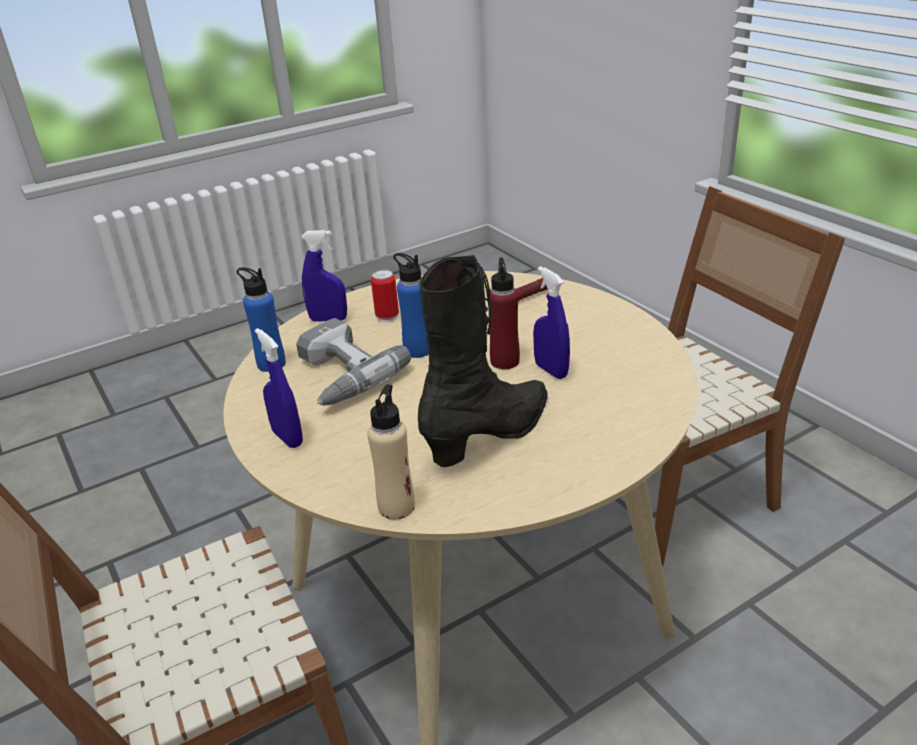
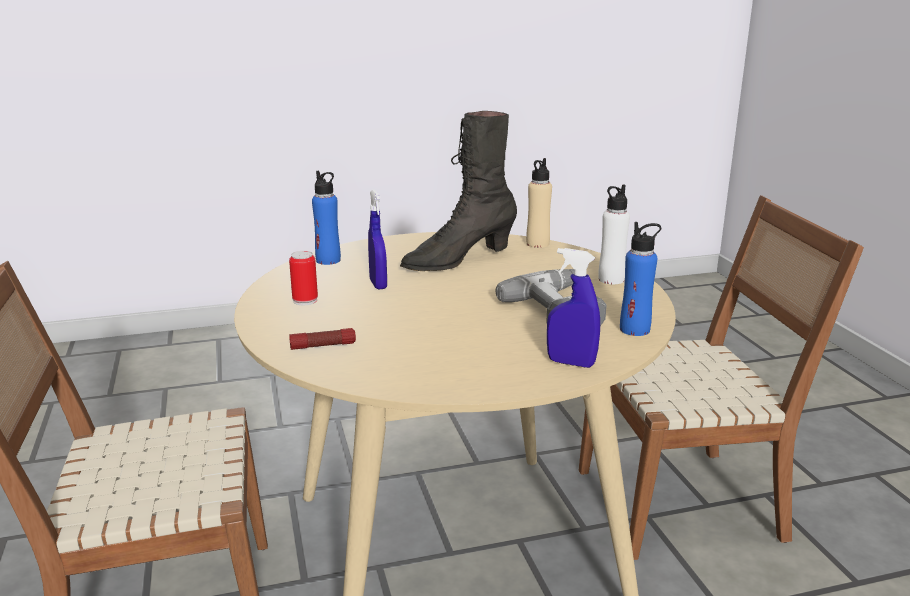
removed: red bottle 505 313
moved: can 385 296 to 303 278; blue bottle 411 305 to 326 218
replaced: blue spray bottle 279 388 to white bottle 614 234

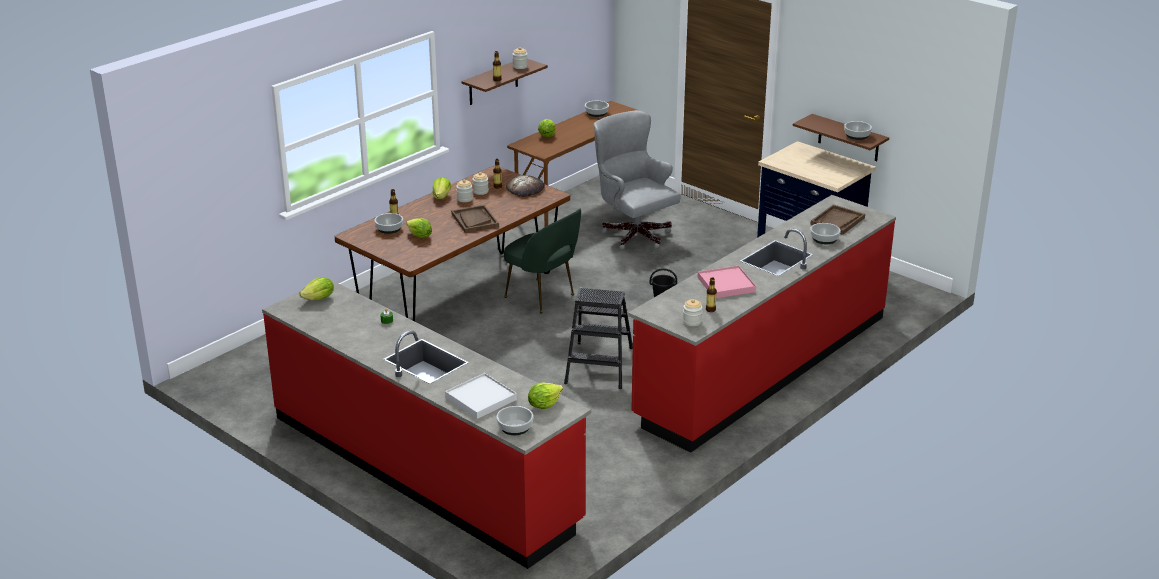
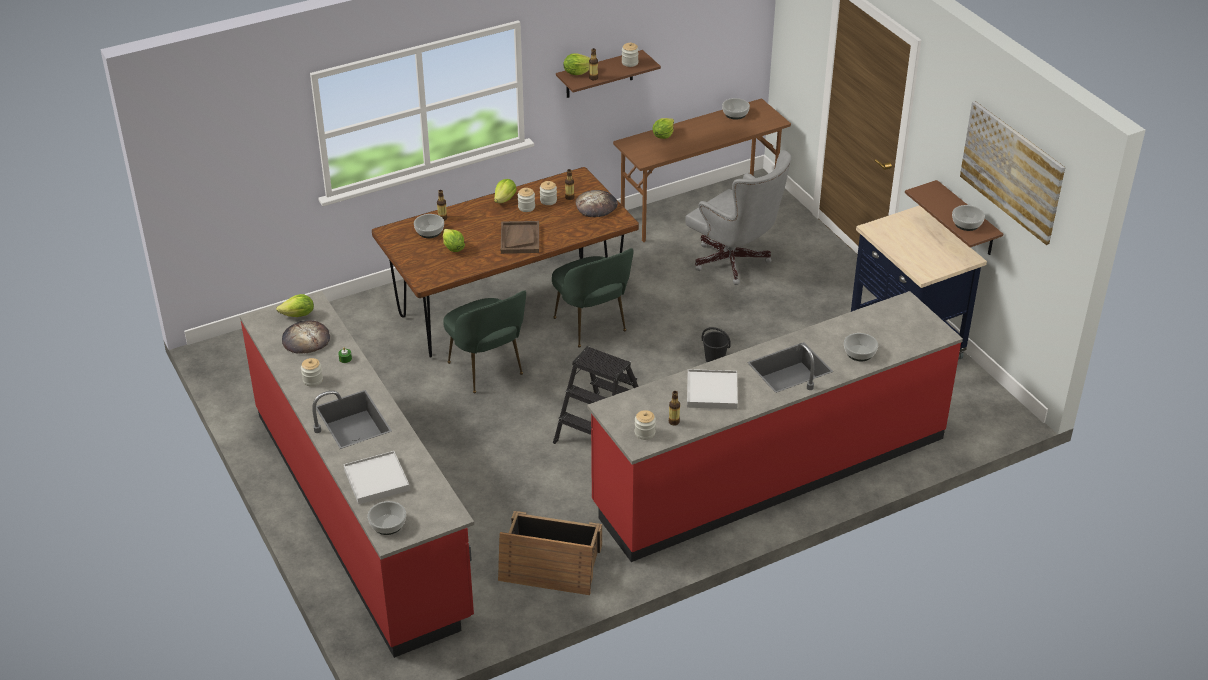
removed: brown tray 837 219
added: bread 306 337; jar 312 372; green chair 484 341; crate 550 553; picture 1012 173
moved: lettuce 545 395 to 576 64
recoloured: pink tray 727 282 to white tray 712 389
turned: grey office chair 637 180 = 738 217 150 degrees clockwise

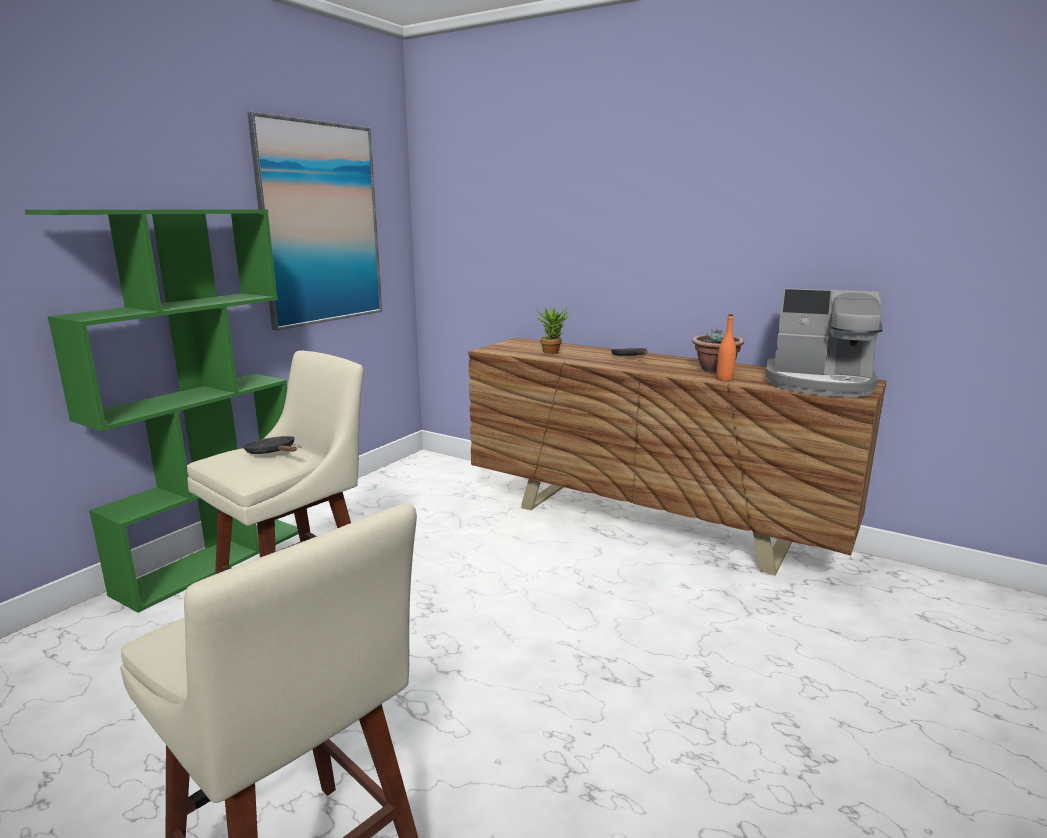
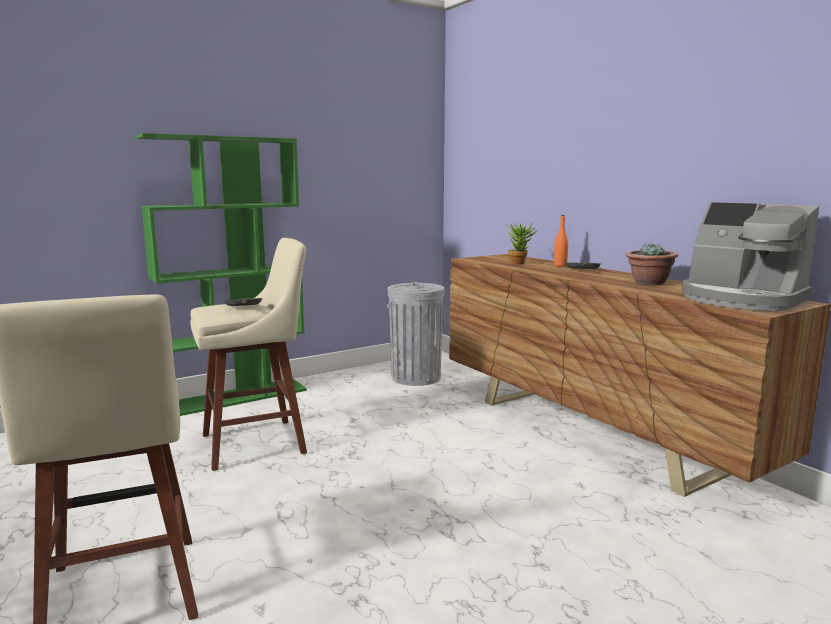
removed: picture 315 221
added: grey trash can 416 334
moved: orange bottle 726 347 to 561 241

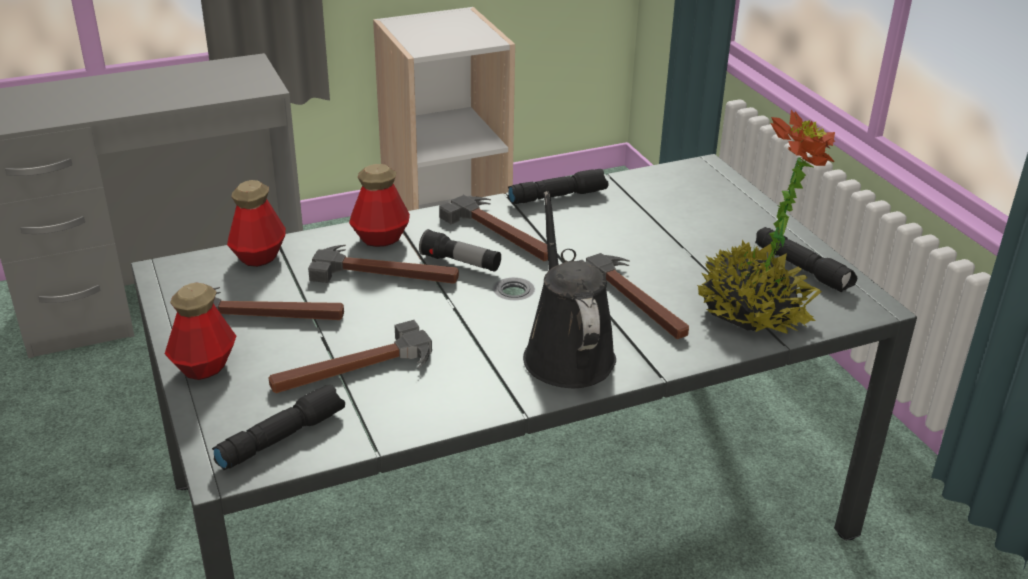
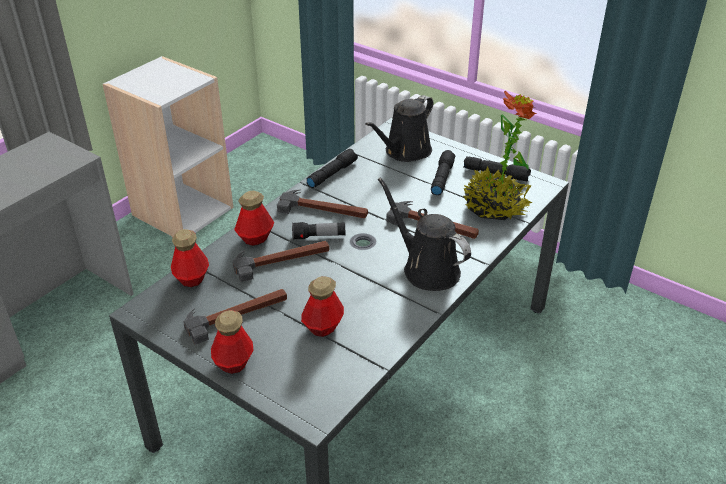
added: black watering can 399 128
moved: black flashlight 278 427 to 443 172
replaced: hammer 350 356 to bottle 322 306

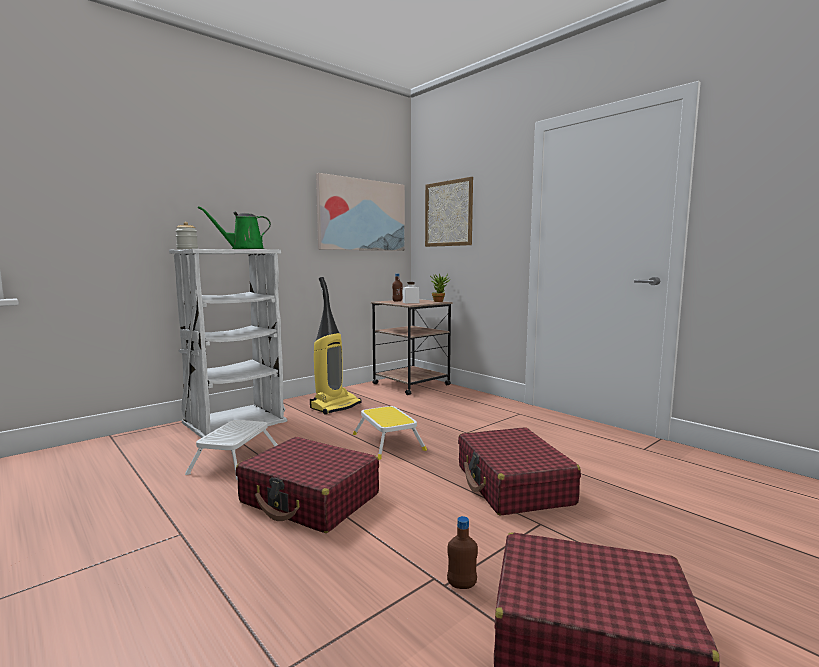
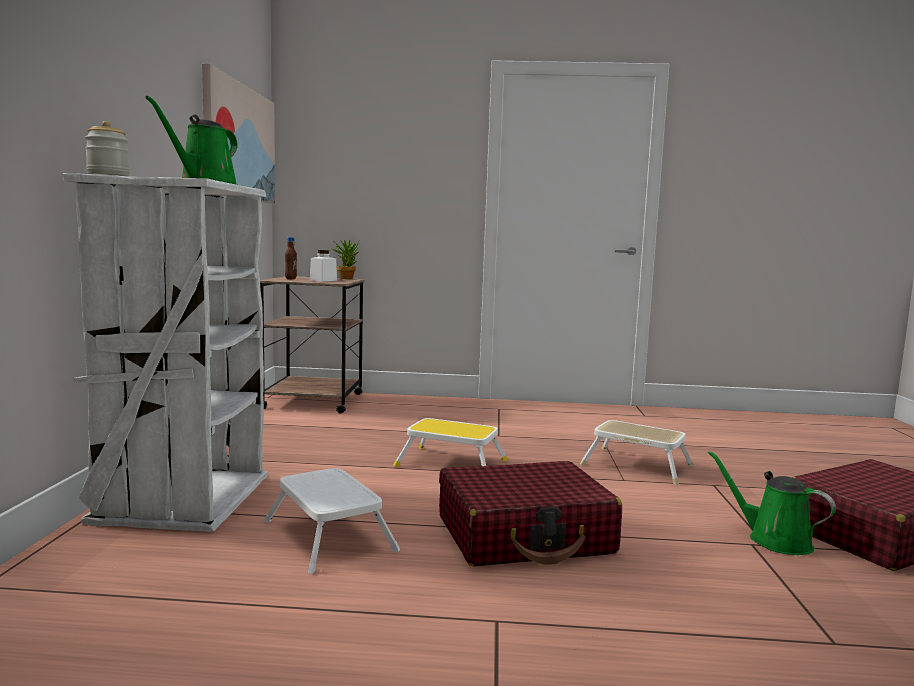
removed: vacuum cleaner 336 346; picture 449 212
replaced: brown bottle 462 552 to green watering can 772 503; red suitcase 519 471 to beige step ladder 637 452

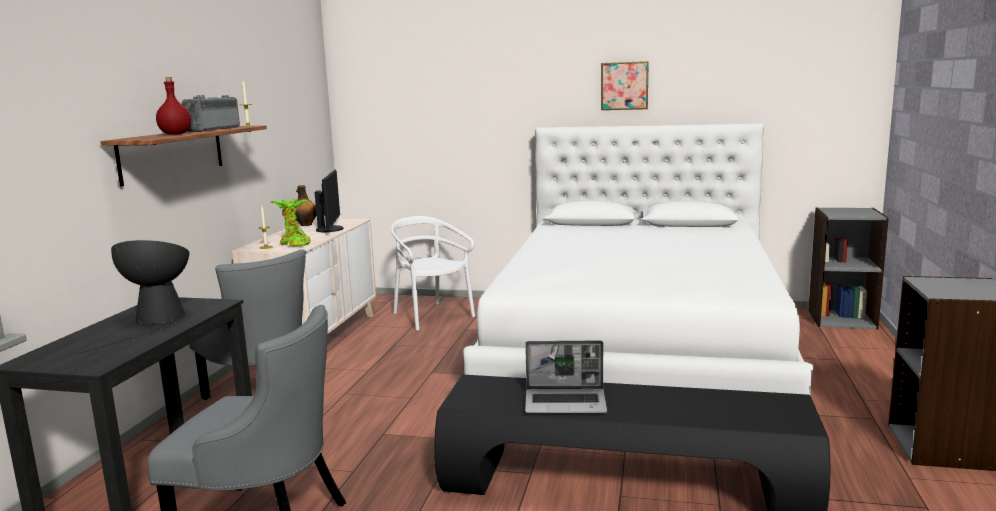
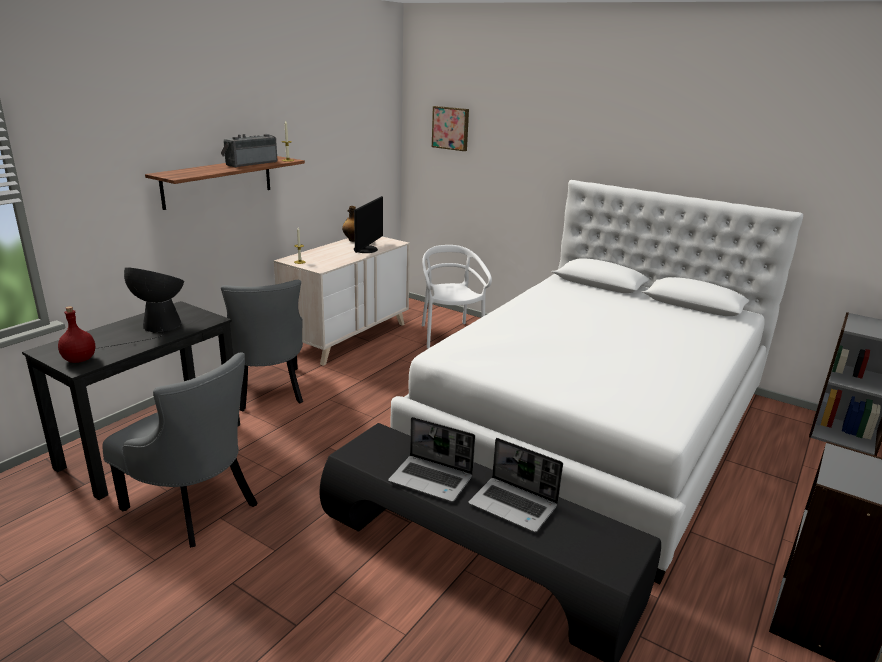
removed: potted plant 291 222
added: laptop 515 485
moved: red bottle 174 106 to 76 334; picture 625 85 to 450 128

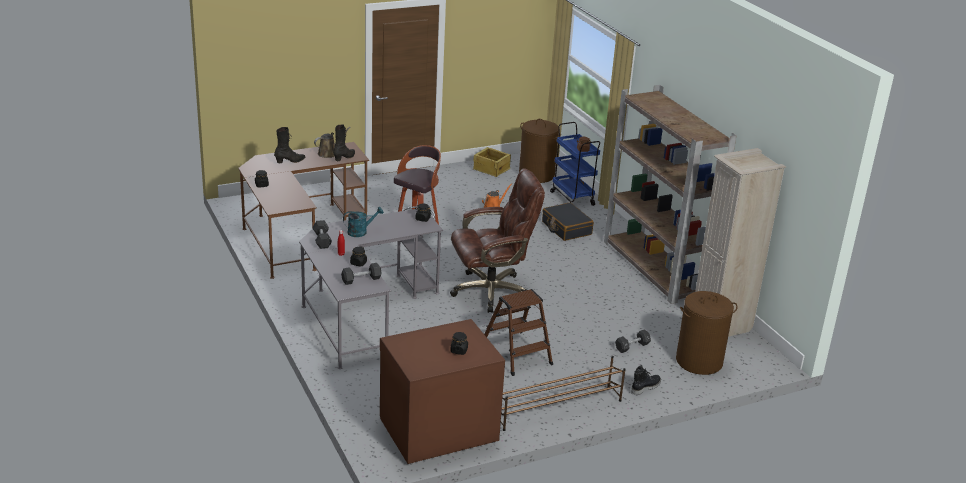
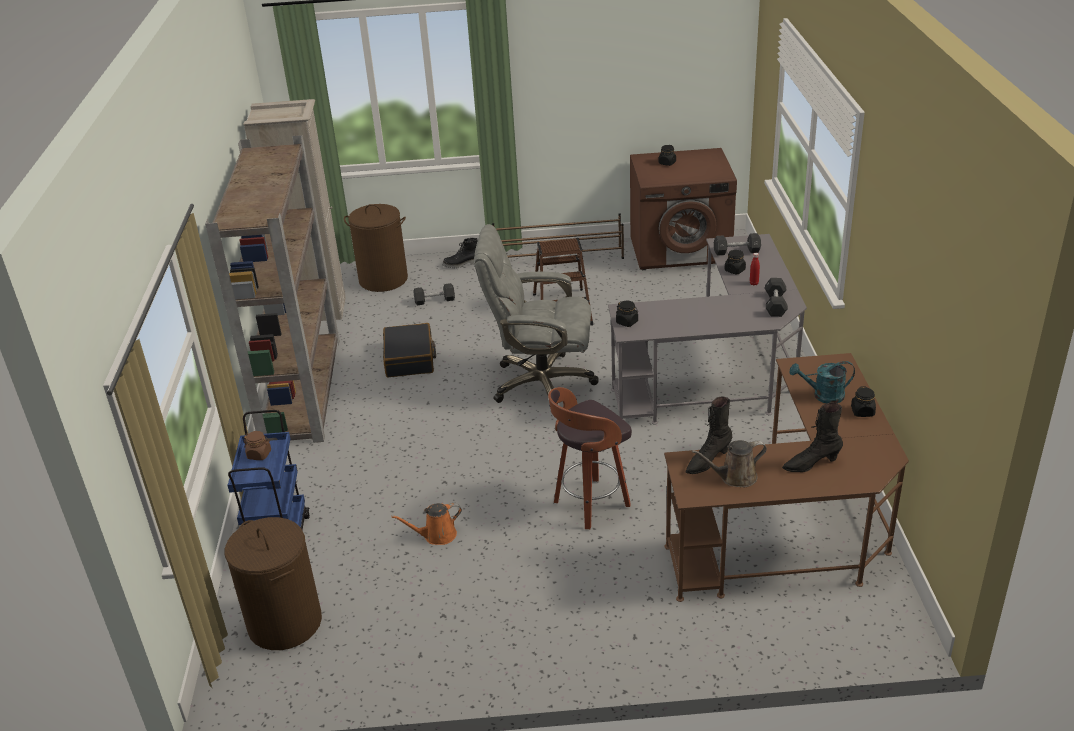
removed: crate 492 162
moved: turquoise watering can 363 222 to 822 382; black suitcase 568 221 to 409 350
recoloured: brown office chair 497 240 to grey office chair 536 314

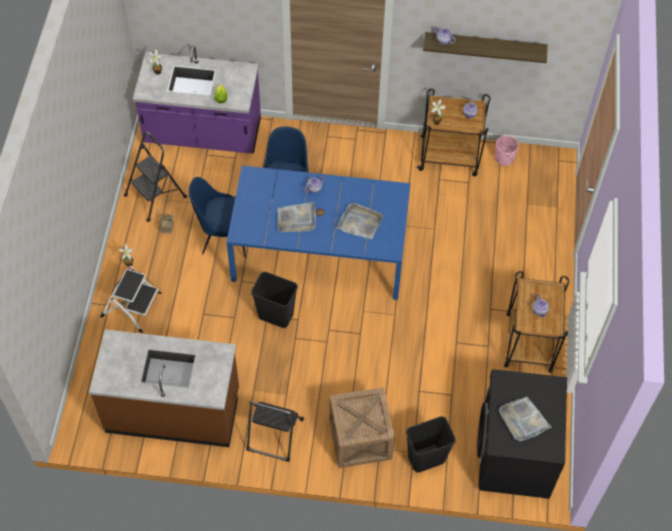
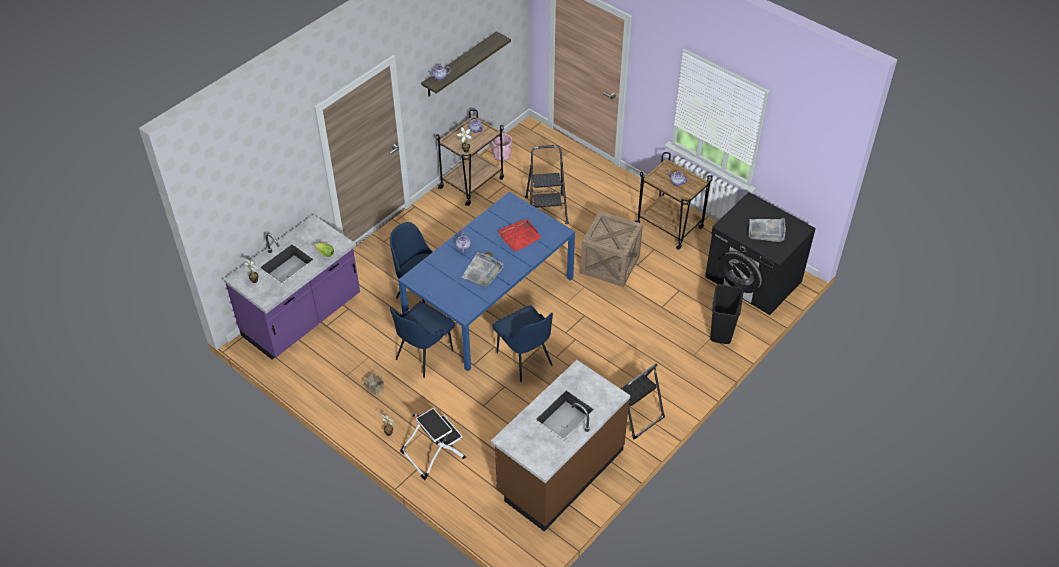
moved: black step ladder 155 177 to 547 184; crate 362 427 to 612 249
replaced: black trash can 274 300 to blue chair 523 343
recoloured: grey tray 360 220 to red tray 520 235

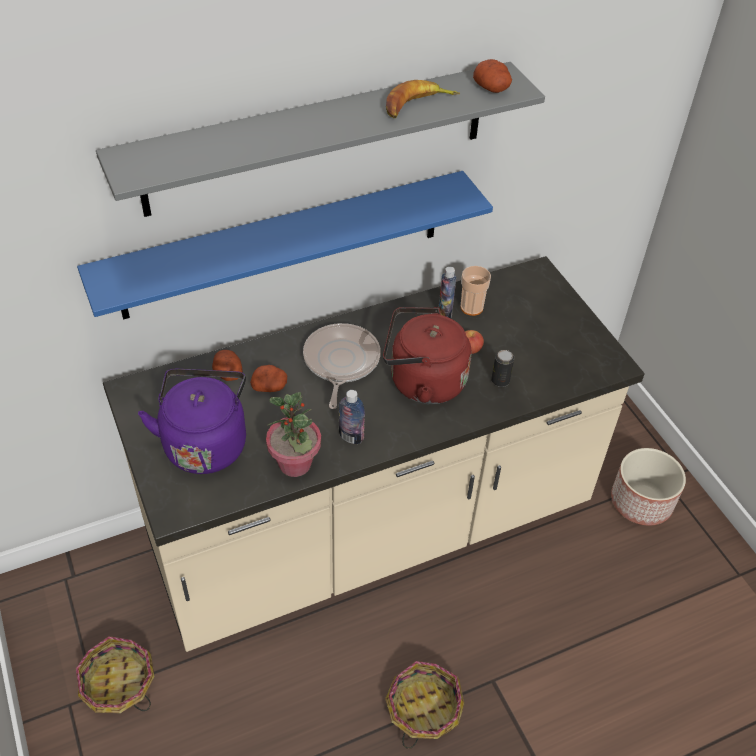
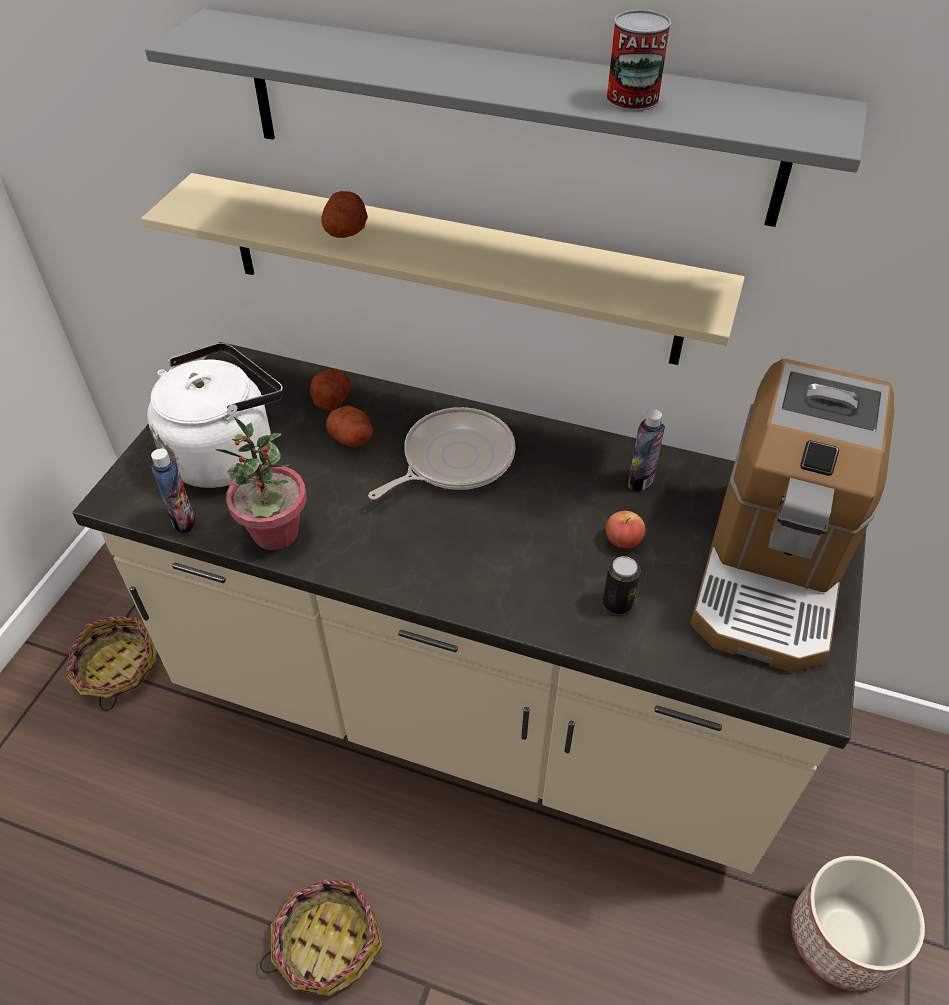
removed: red kettle 427 355; cup 475 291
added: coffee machine 792 516
moved: bottle 352 417 to 173 491; potato 492 76 to 345 214
replaced: banana 423 99 to can 638 60
recoloured: blue shelf 285 245 to beige shelf 443 269; purple kettle 192 421 to white kettle 215 415

